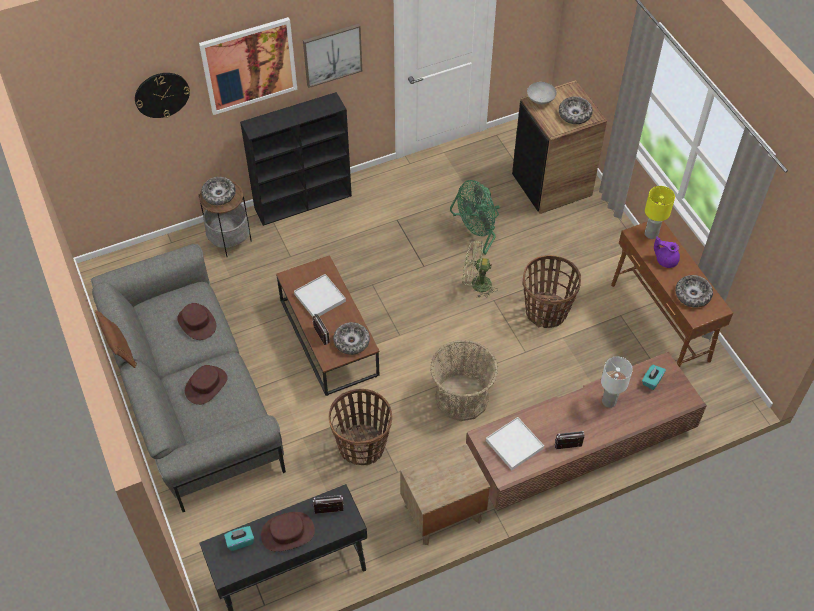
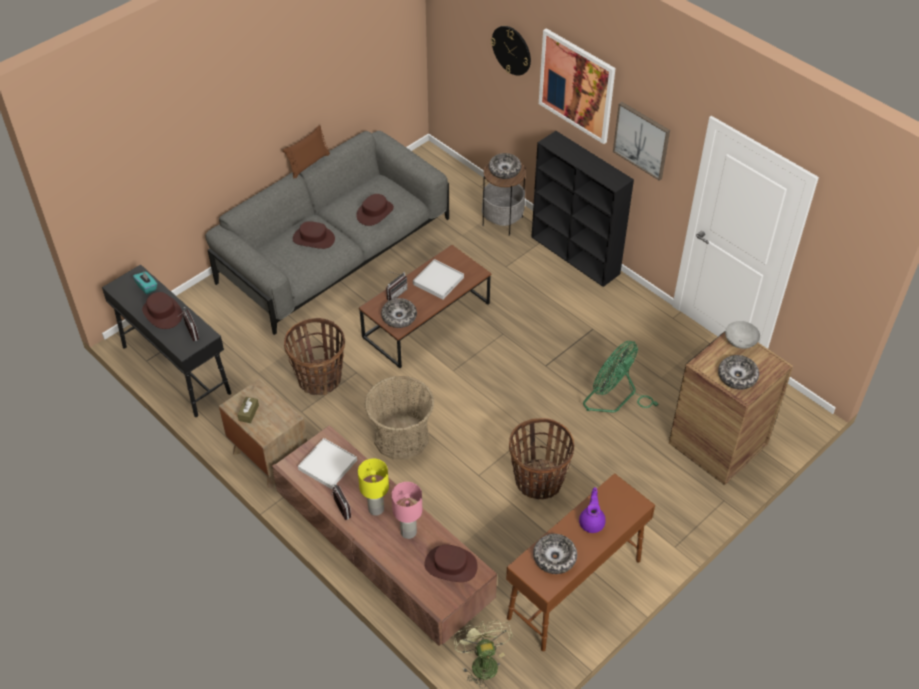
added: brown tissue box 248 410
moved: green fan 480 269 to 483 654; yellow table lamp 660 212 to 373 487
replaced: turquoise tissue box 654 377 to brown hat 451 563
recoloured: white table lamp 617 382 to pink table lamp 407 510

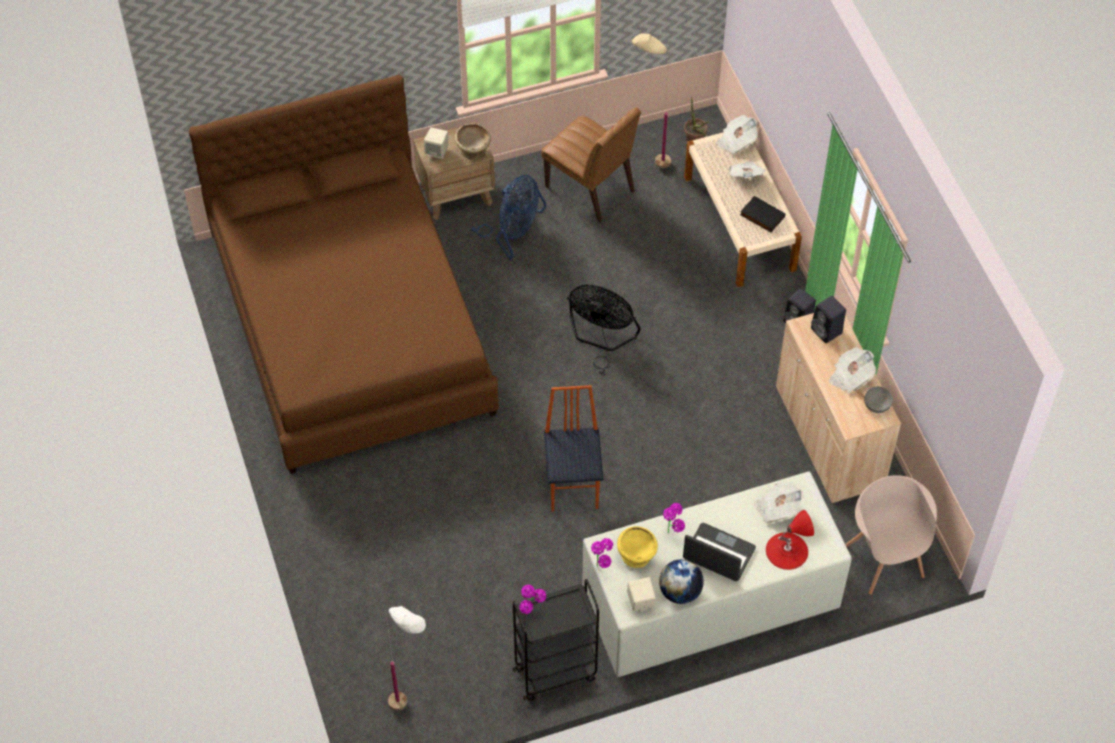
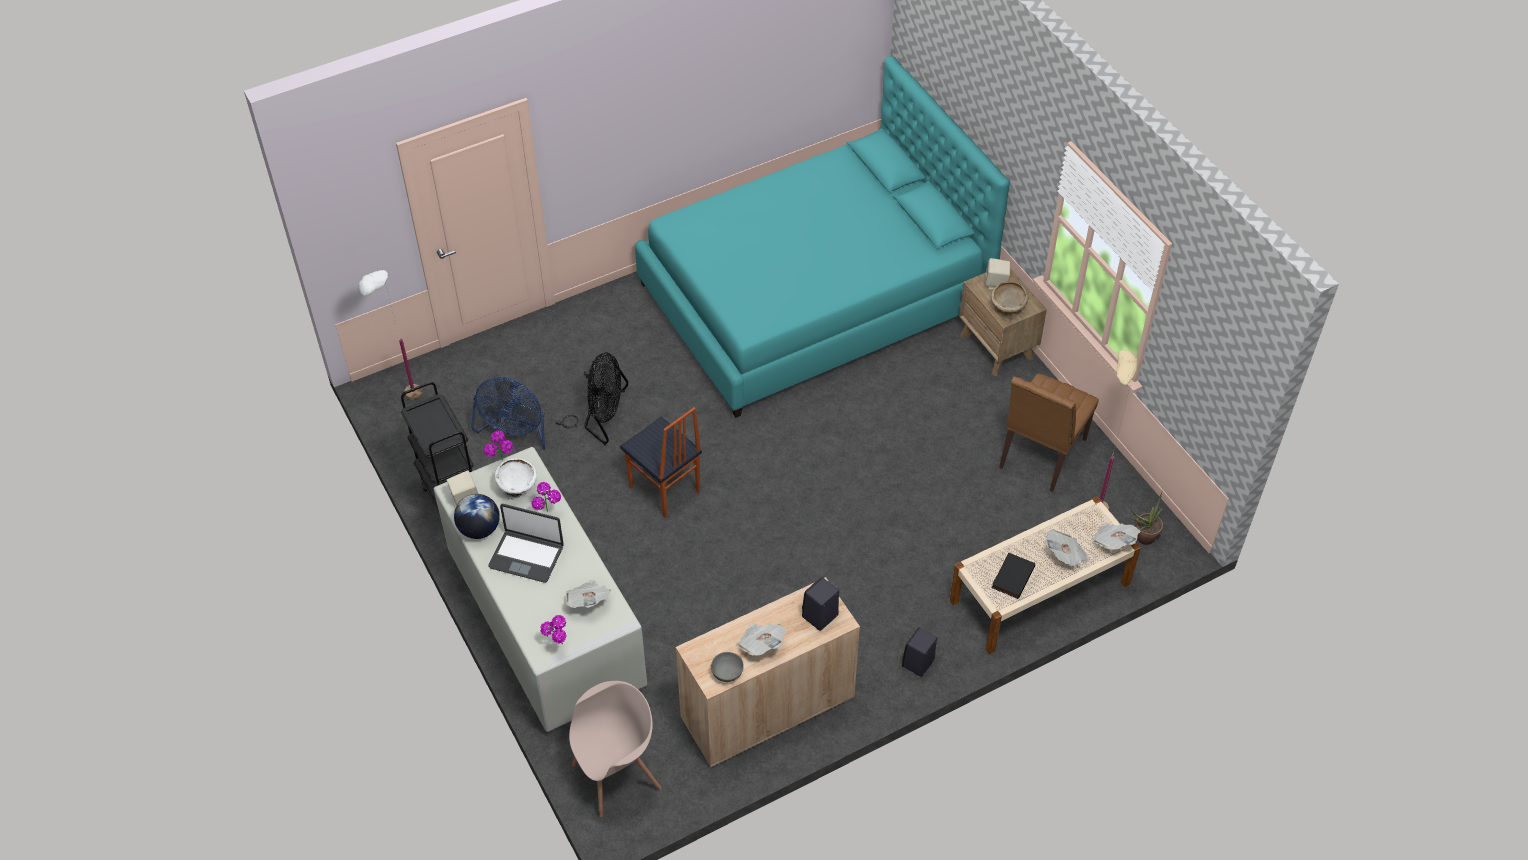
removed: red table lamp 790 540
moved: blue fan 508 217 to 508 413; potted plant 532 599 to 553 630; black fan 604 329 to 592 398
recoloured: brown bed 344 274 to turquoise bed 822 237; yellow bowl 637 547 to white bowl 515 479
turned: chair 573 448 = 661 462 60 degrees clockwise; laptop 719 552 = 526 543 90 degrees clockwise

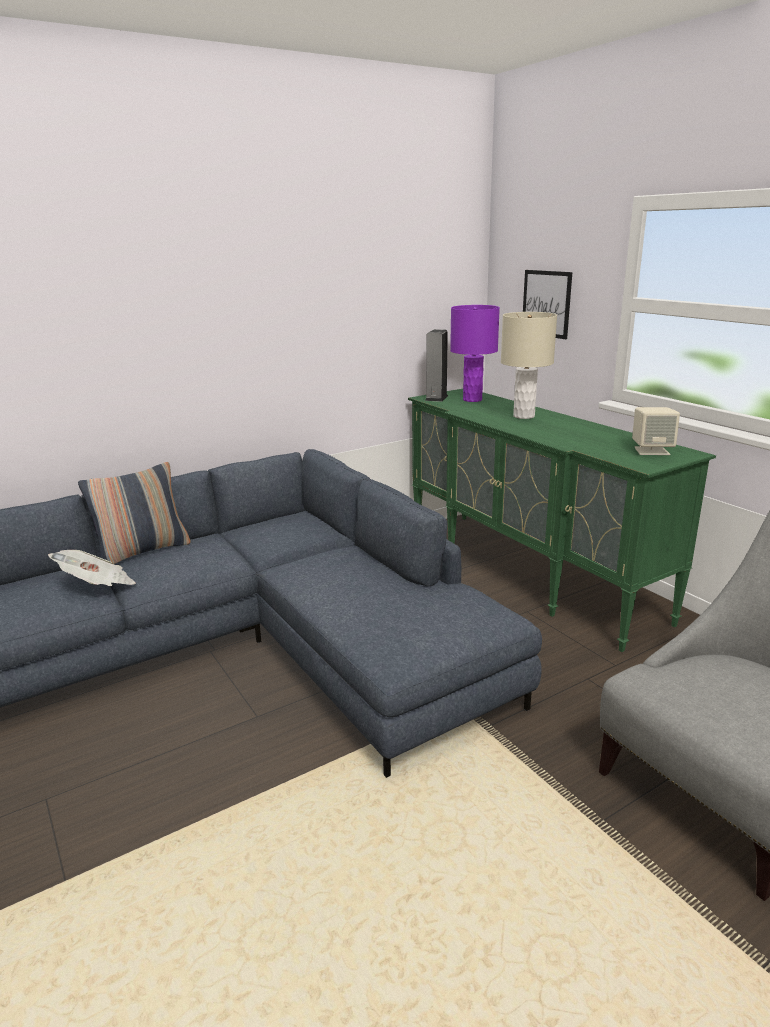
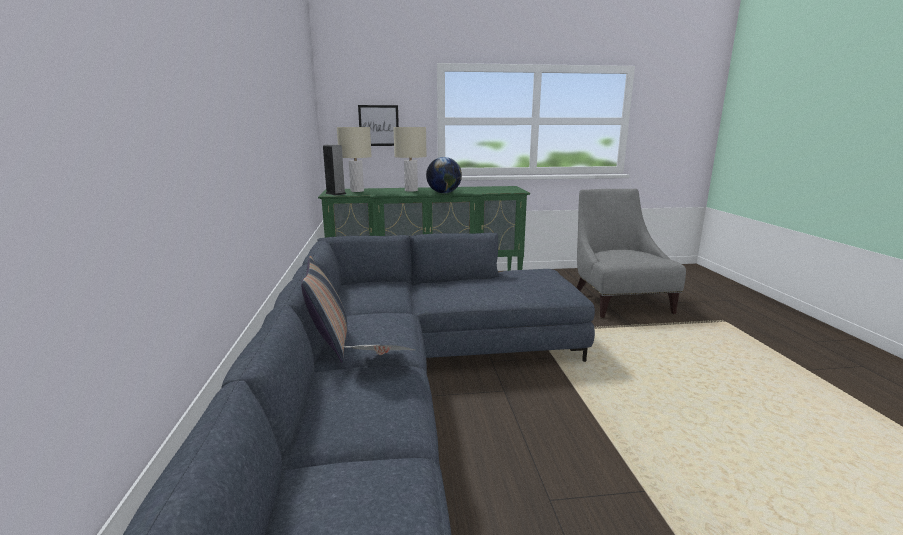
removed: beige speaker 656 431
added: globe 444 175
recoloured: purple table lamp 475 353 to beige table lamp 354 159

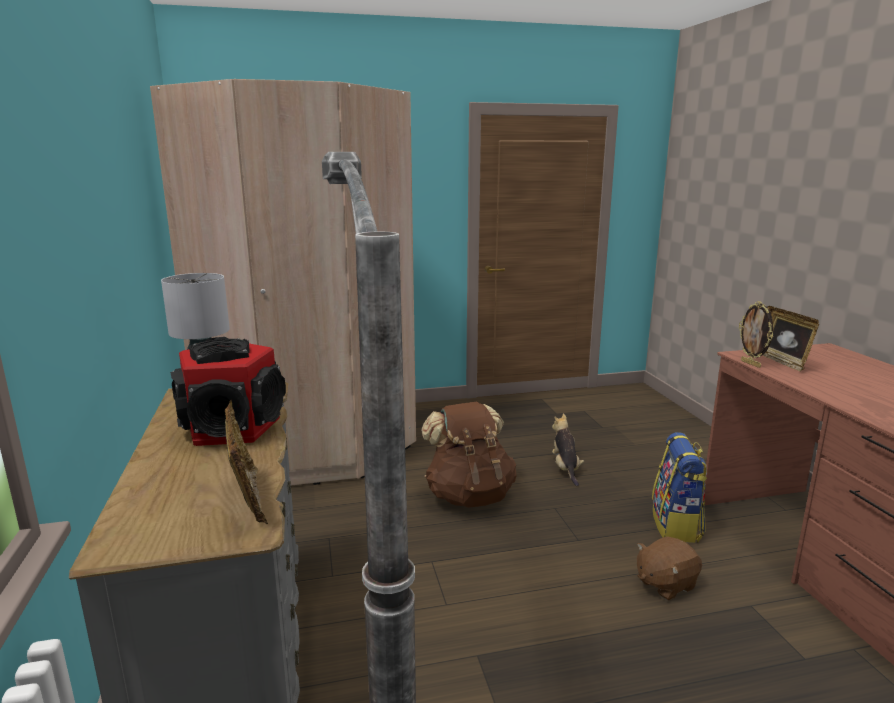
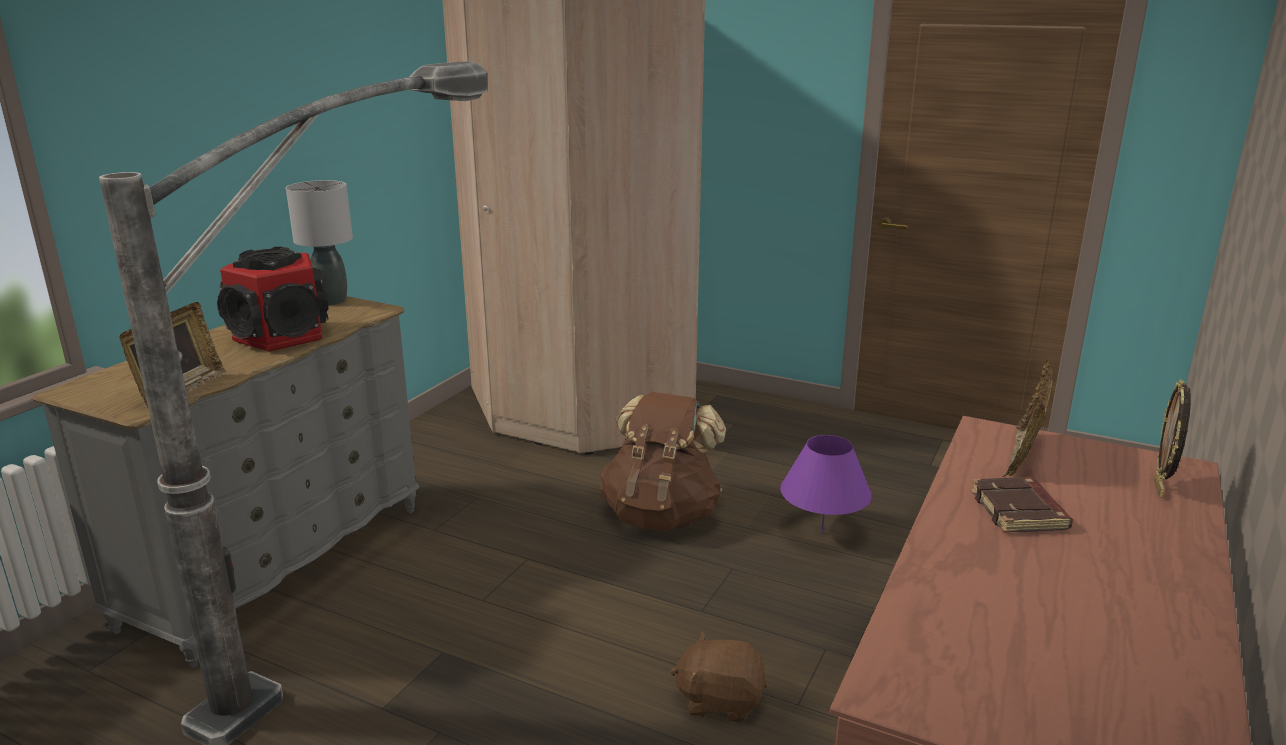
removed: backpack 679 487
added: brown book 1022 505
moved: picture frame 756 334 to 1172 438
replaced: plush toy 568 450 to purple table lamp 826 484

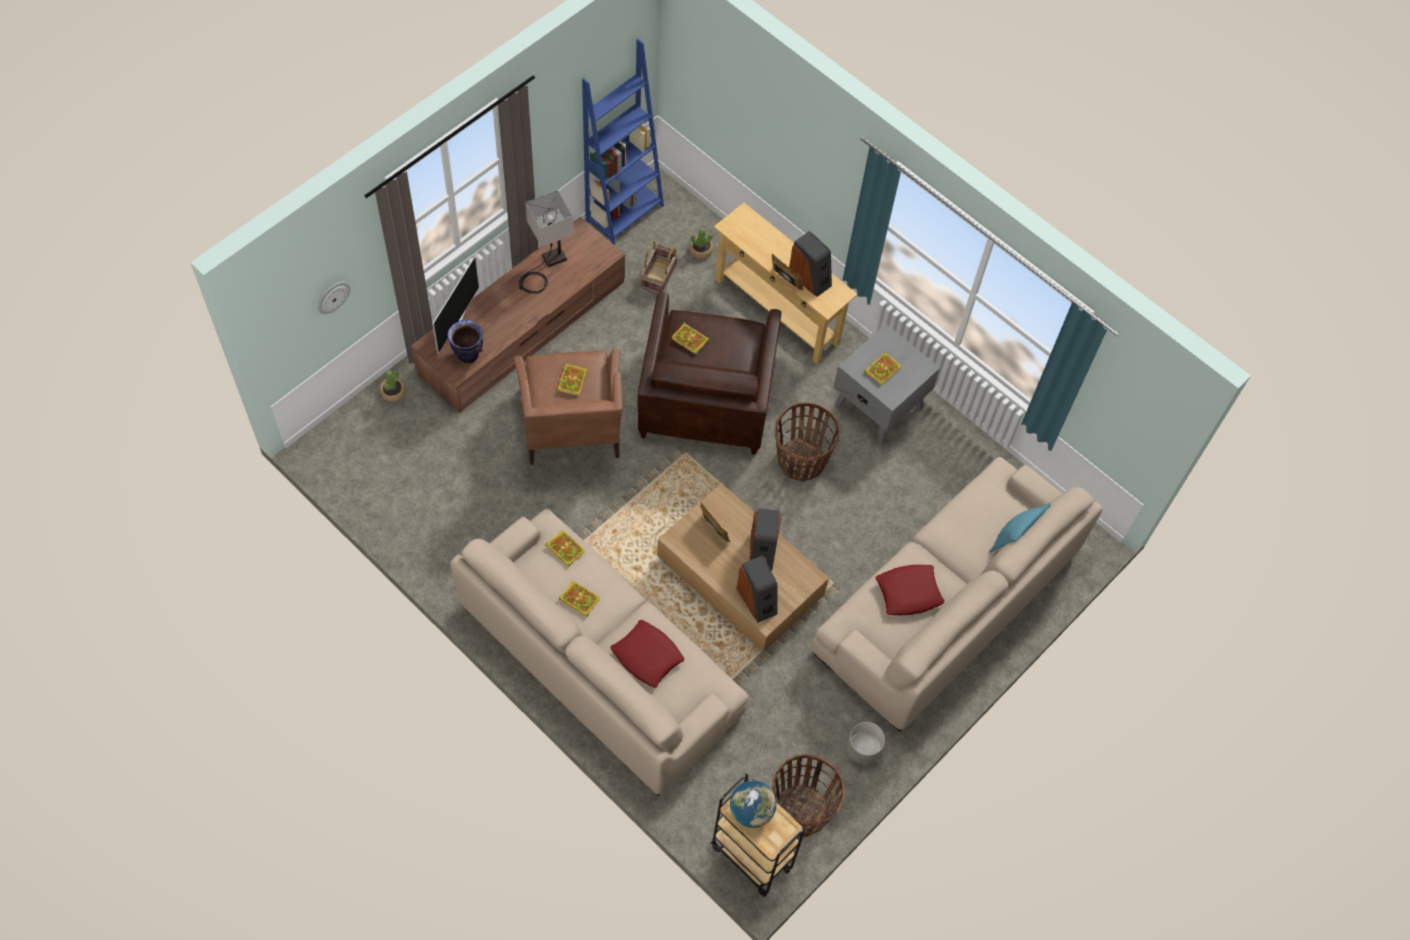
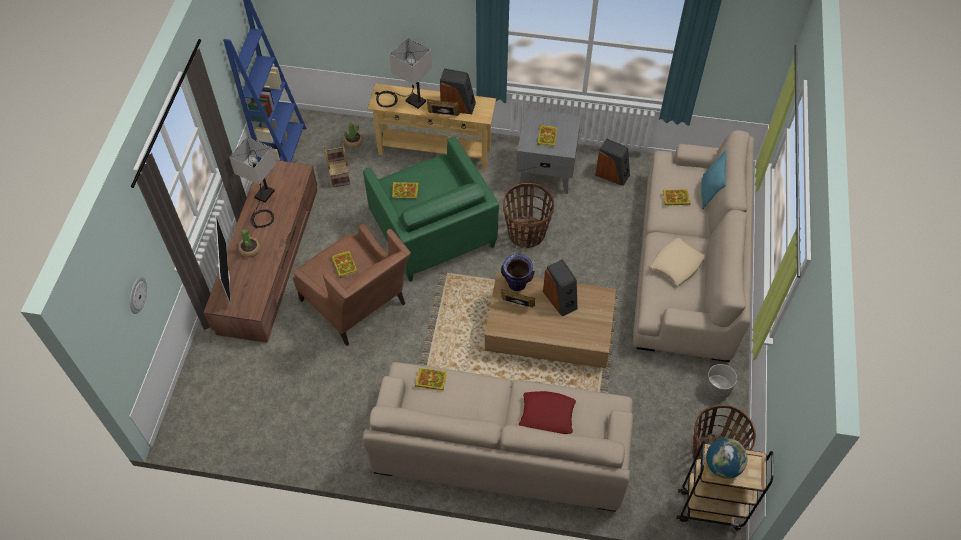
added: table lamp 403 73
moved: potted plant 392 386 to 250 244; vase 465 342 to 518 272; book 579 599 to 676 197; speaker 757 589 to 612 162
recoloured: brown armchair 709 373 to green armchair 431 209; red pillow 910 590 to beige pillow 678 261

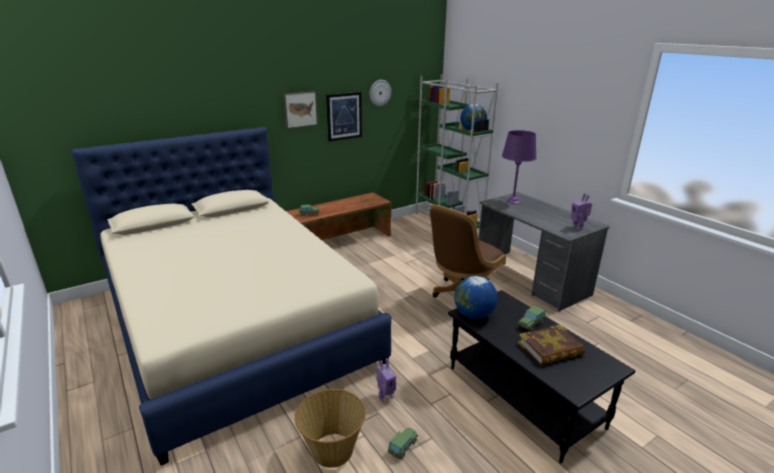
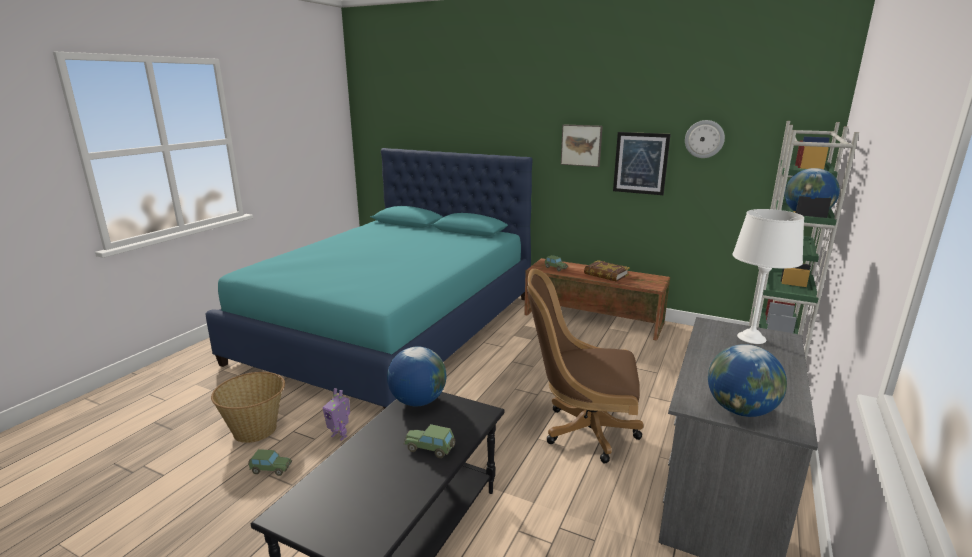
moved: book 551 345 to 607 271
replaced: toy robot 581 211 to globe 747 380
recoloured: beige bed 232 296 to turquoise bed 369 278; purple table lamp 519 167 to white table lamp 768 276

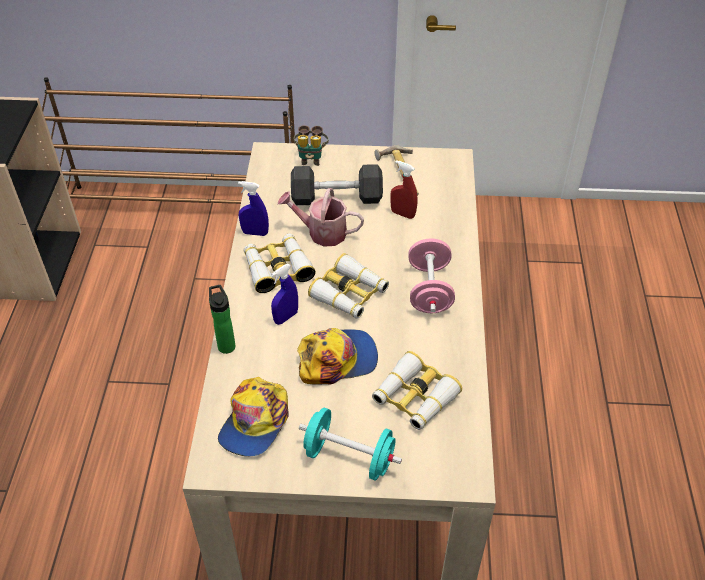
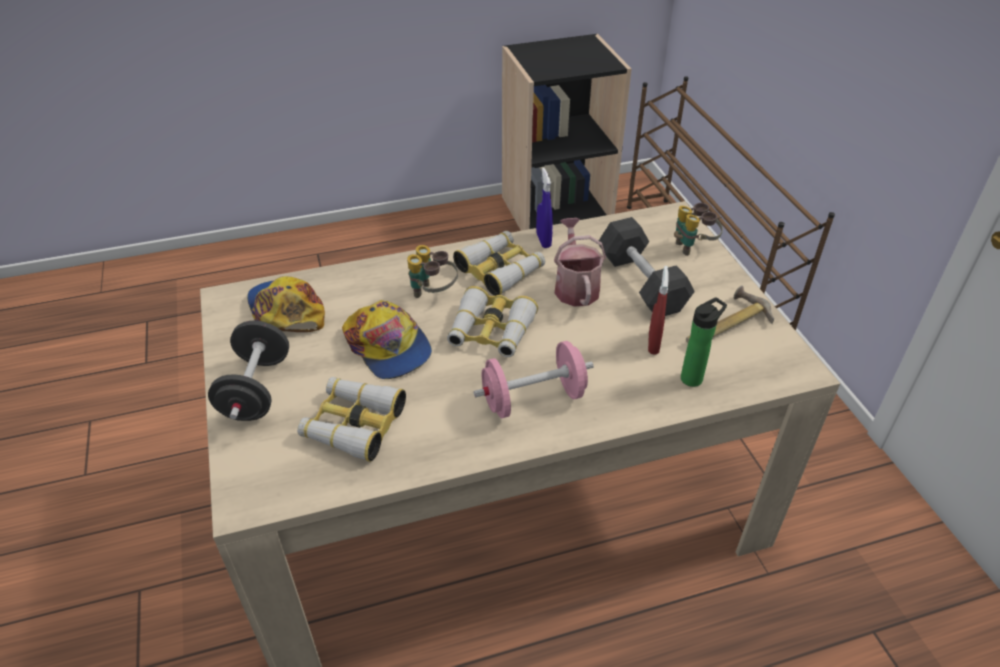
moved: bottle 222 319 to 704 342
replaced: blue spray bottle 284 294 to binoculars 432 271
recoloured: turquoise dumbbell 350 444 to black dumbbell 248 371
turned: cap 253 416 = 286 304 60 degrees clockwise

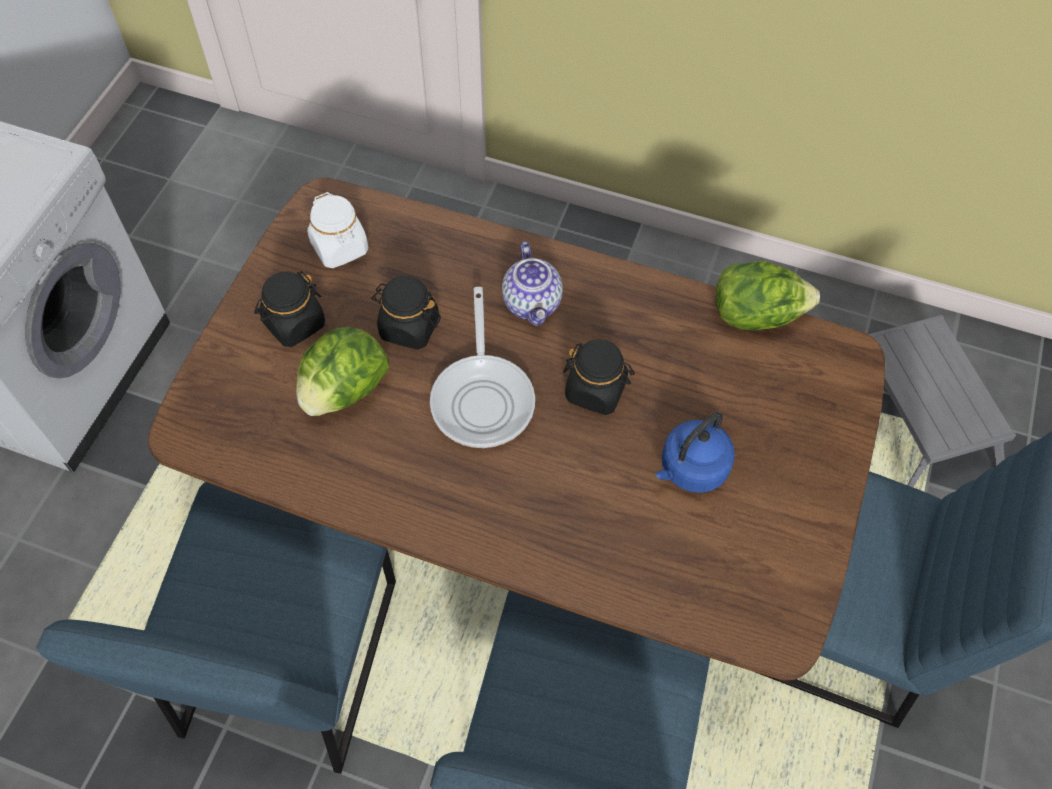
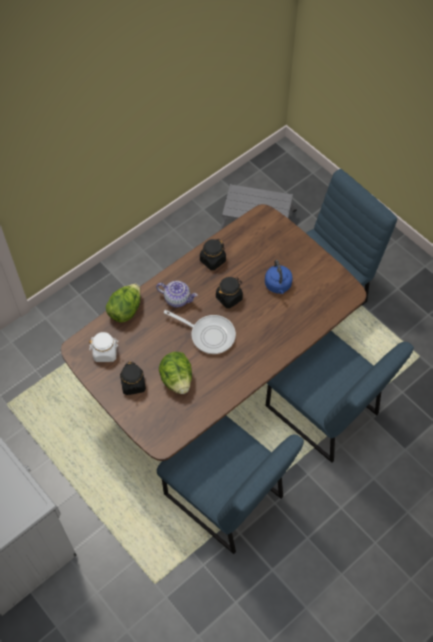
moved: black jar 406 313 to 213 254; lettuce 768 296 to 123 303

